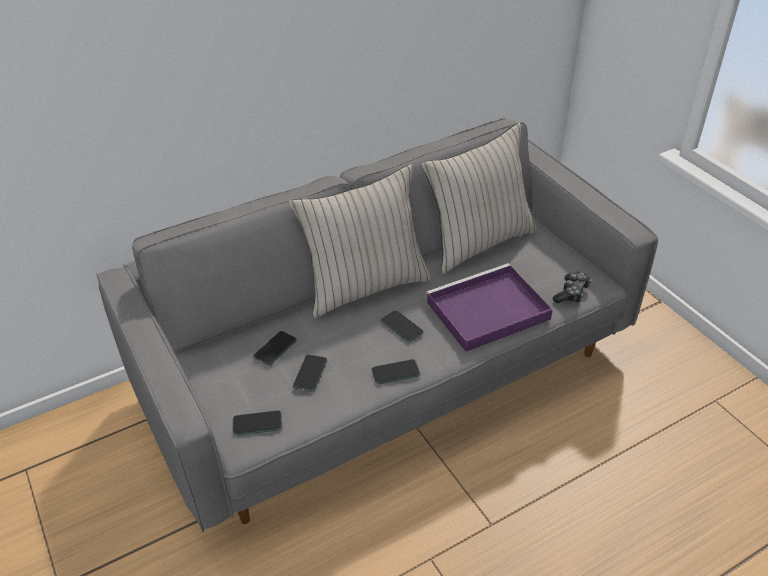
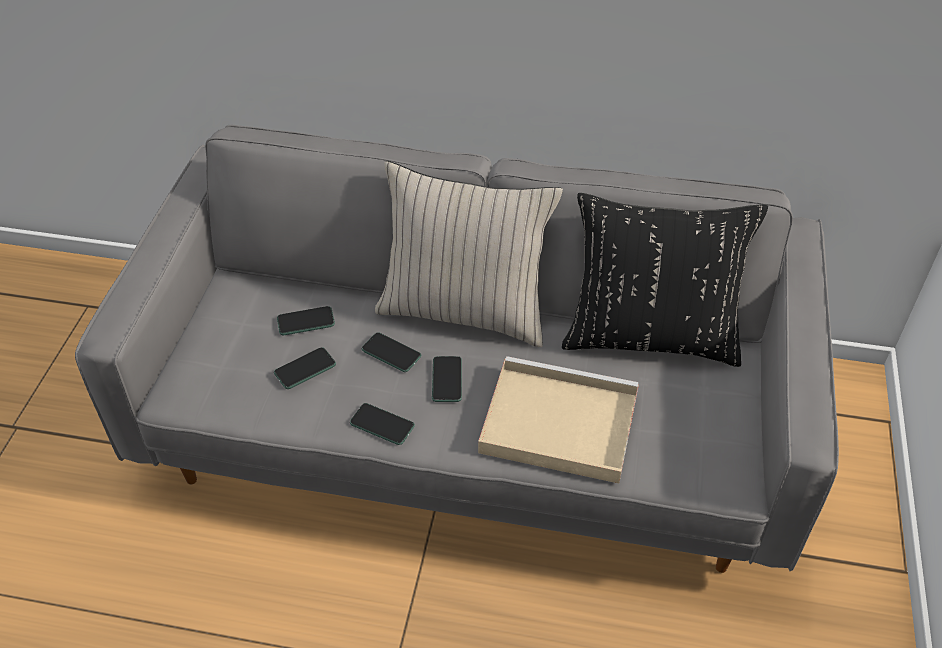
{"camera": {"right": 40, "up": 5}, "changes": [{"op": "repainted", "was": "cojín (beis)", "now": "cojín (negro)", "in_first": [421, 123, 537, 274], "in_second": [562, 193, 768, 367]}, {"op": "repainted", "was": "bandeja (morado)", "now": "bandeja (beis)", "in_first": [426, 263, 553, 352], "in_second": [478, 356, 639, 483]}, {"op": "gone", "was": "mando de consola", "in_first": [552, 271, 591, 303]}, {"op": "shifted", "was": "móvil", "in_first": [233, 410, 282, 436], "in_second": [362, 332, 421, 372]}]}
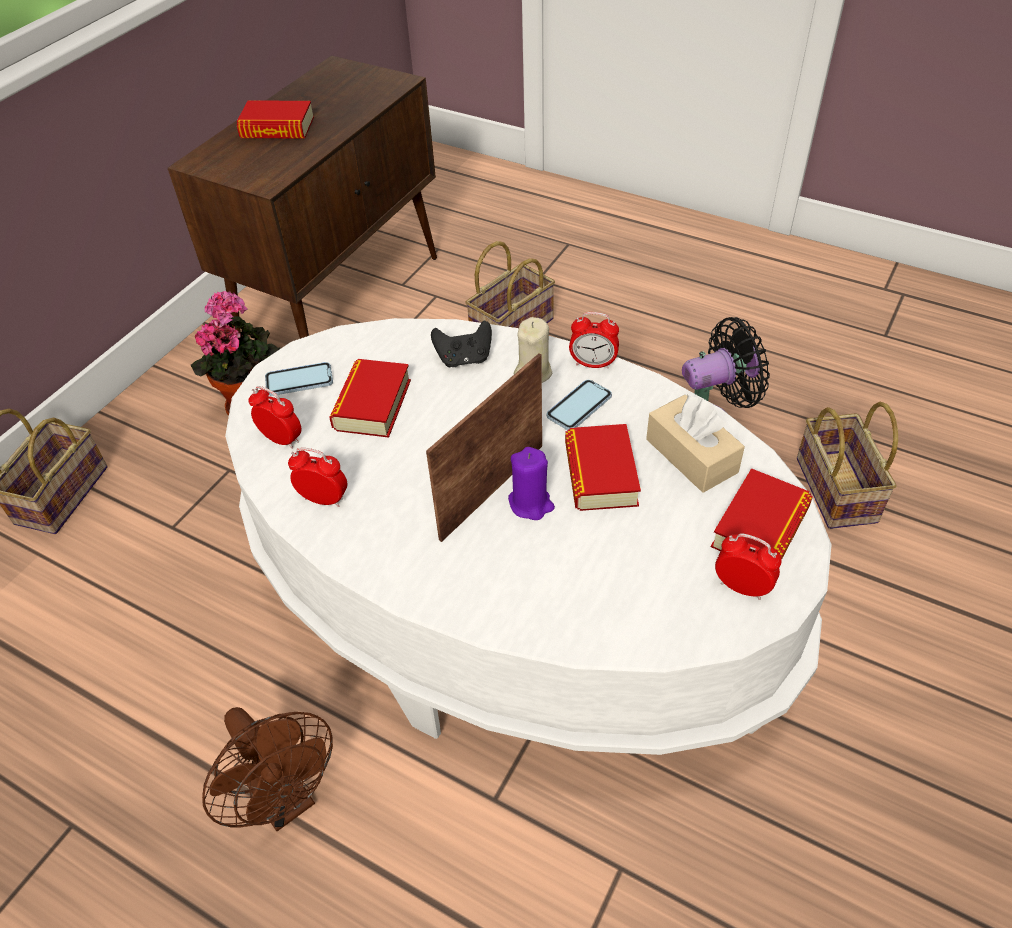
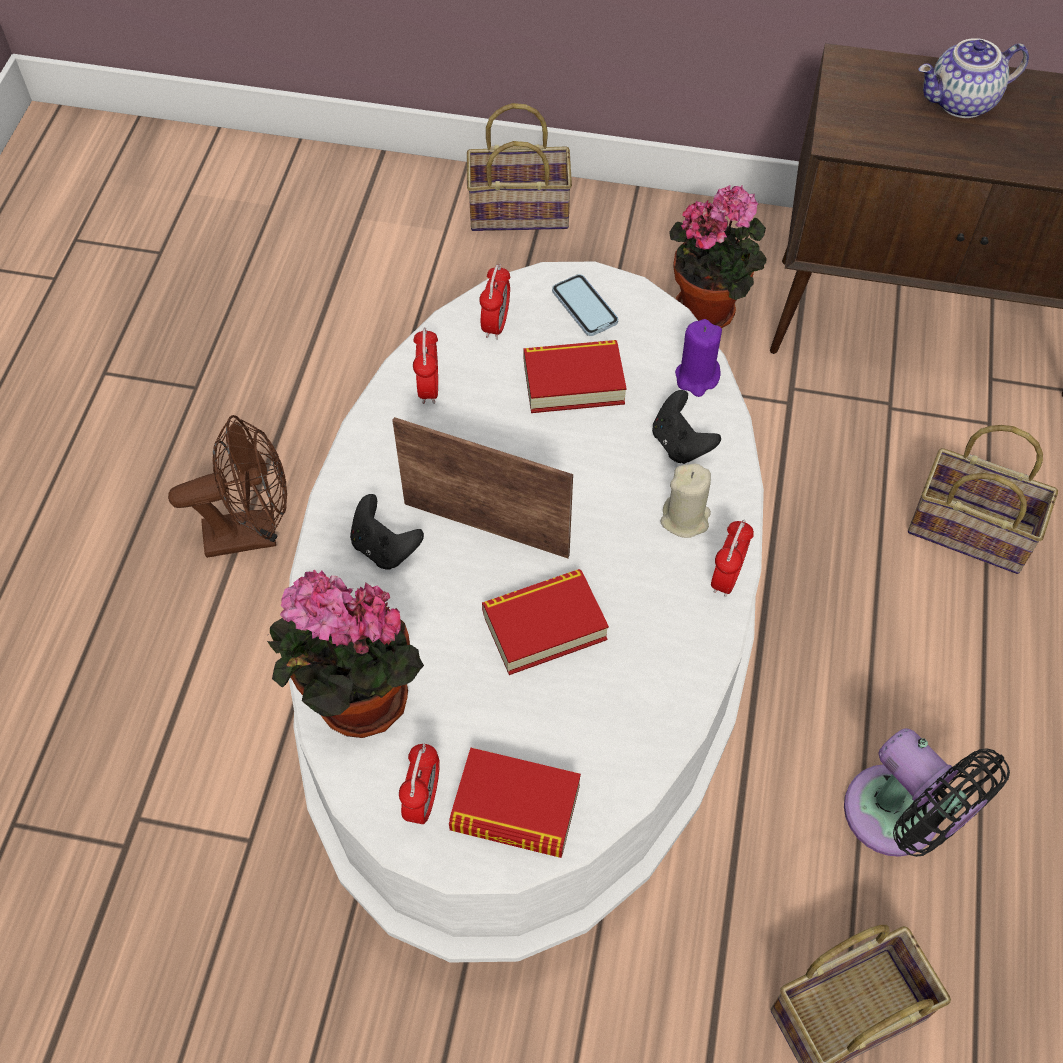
{"camera": {"right": 70, "up": 10}, "changes": [{"op": "swapped", "was": "libro", "now": "tetera", "in_first": [237, 101, 314, 139], "in_second": [918, 38, 1029, 118]}, {"op": "rotated", "was": "despertador", "in_first": [569, 312, 619, 369], "in_second": [711, 520, 754, 597], "clockwise": -150}, {"op": "gone", "was": "móvil", "in_first": [547, 380, 612, 430]}, {"op": "gone", "was": "caja de pañuelos (beis)", "in_first": [646, 394, 745, 493]}, {"op": "shifted", "was": "vela (morado)", "in_first": [508, 447, 555, 520], "in_second": [675, 319, 722, 397]}, {"op": "rotated", "was": "ventilador (marrón)", "in_first": [202, 707, 333, 831], "in_second": [168, 415, 287, 558], "clockwise": -135}, {"op": "new", "now": "mando de consola (negro)", "in_second": [350, 494, 424, 569]}, {"op": "new", "now": "planta en maceta", "in_second": [267, 570, 424, 738]}]}
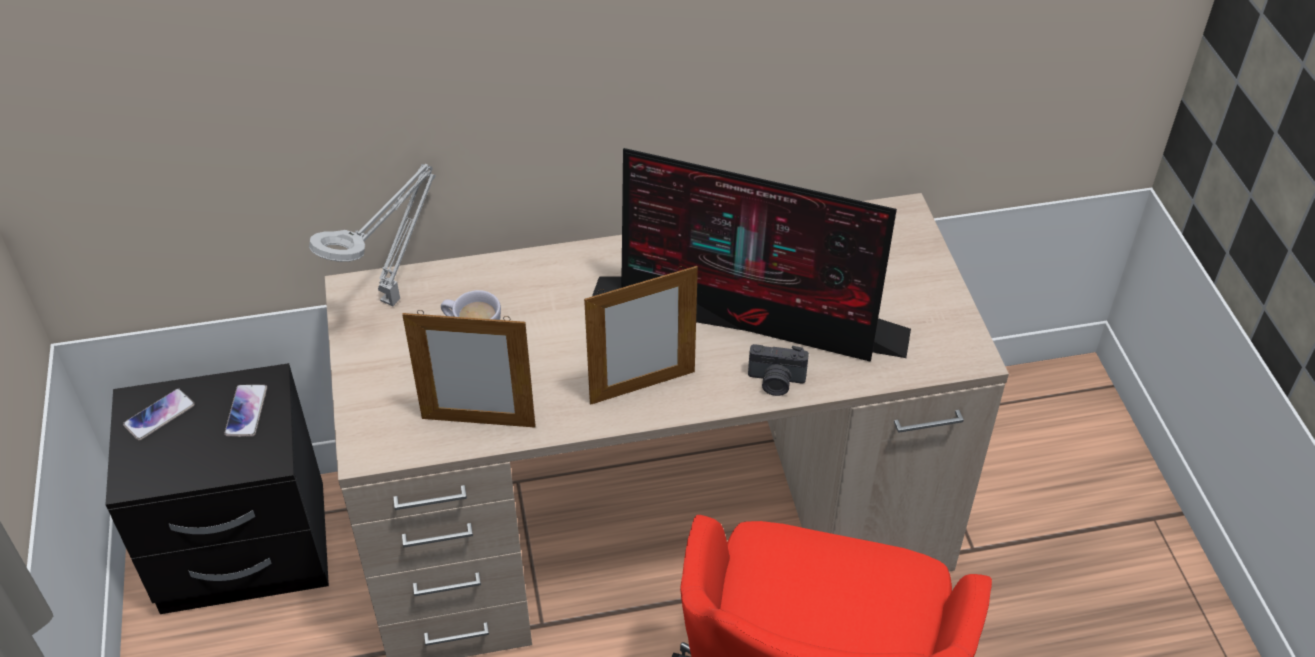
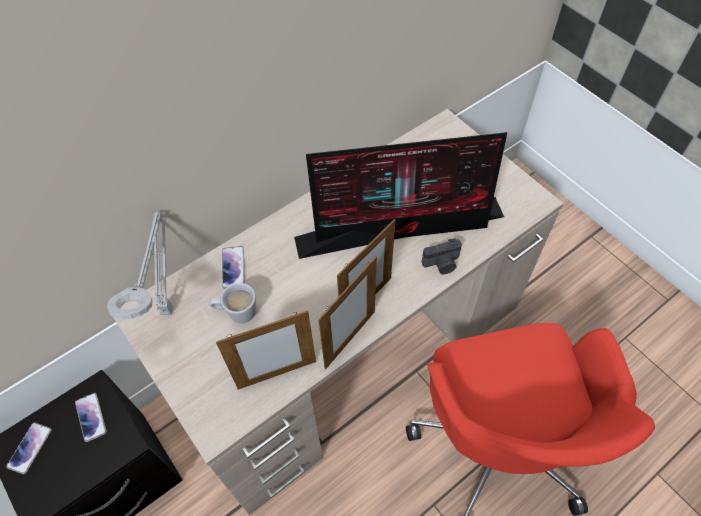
{"camera": {"right": -25, "up": 10}, "changes": [{"op": "new", "now": "móvil", "in_second": [222, 246, 245, 289]}, {"op": "new", "now": "portarretratos", "in_second": [318, 256, 377, 369]}]}
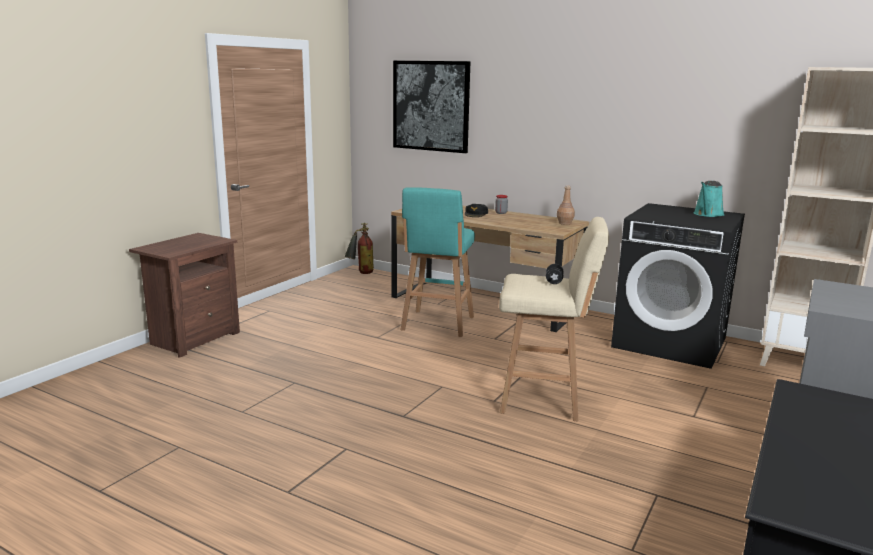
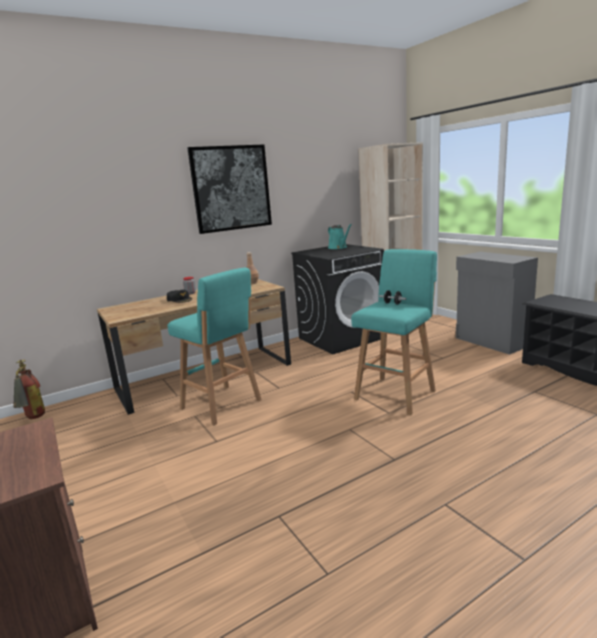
{"camera": {"right": -60, "up": 0}, "changes": [{"op": "shifted", "was": "cuadro", "in_first": [393, 61, 470, 153], "in_second": [187, 144, 272, 234]}, {"op": "repainted", "was": "taburete (beis)", "now": "taburete (turquesa)", "in_first": [499, 217, 609, 422], "in_second": [351, 249, 437, 415]}]}
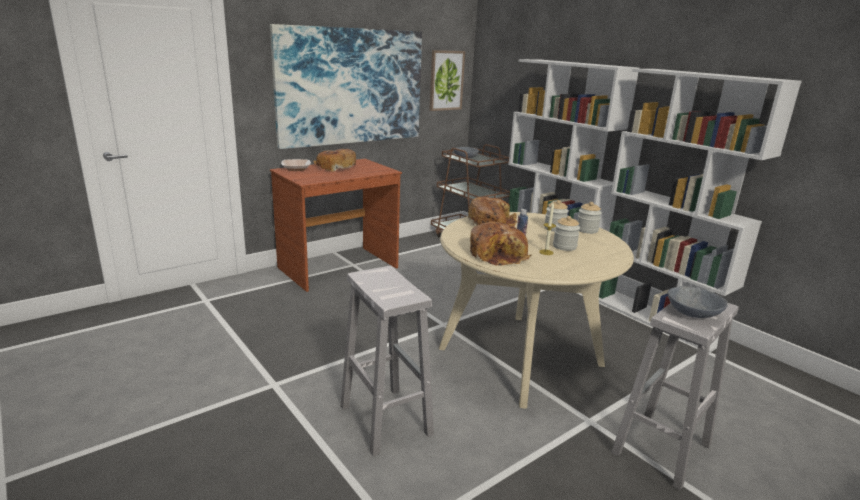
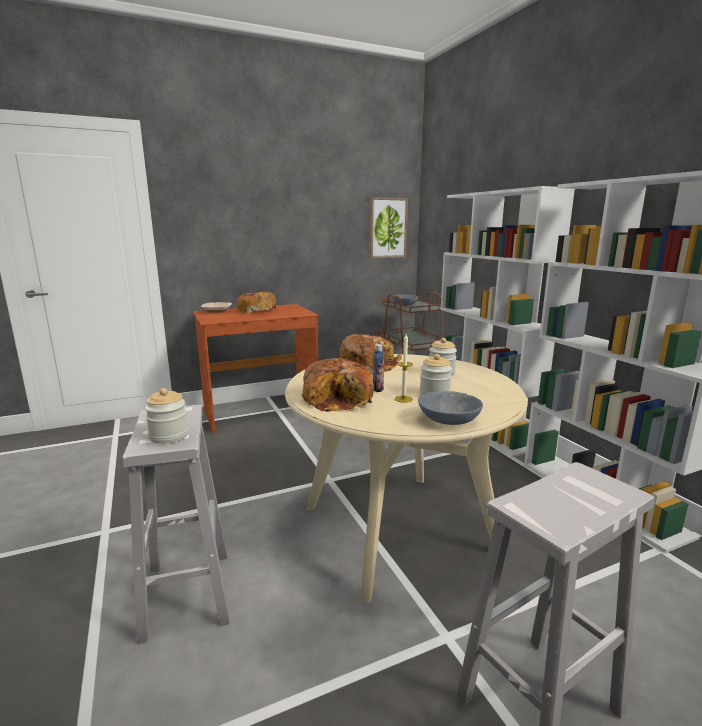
{"camera": {"right": 15, "up": -5}, "changes": [{"op": "gone", "was": "cuadro", "in_first": [270, 24, 422, 149]}, {"op": "shifted", "was": "tarro", "in_first": [578, 202, 602, 234], "in_second": [144, 388, 188, 444]}, {"op": "shifted", "was": "cuenco (gris)", "in_first": [668, 286, 728, 318], "in_second": [418, 391, 483, 425]}]}
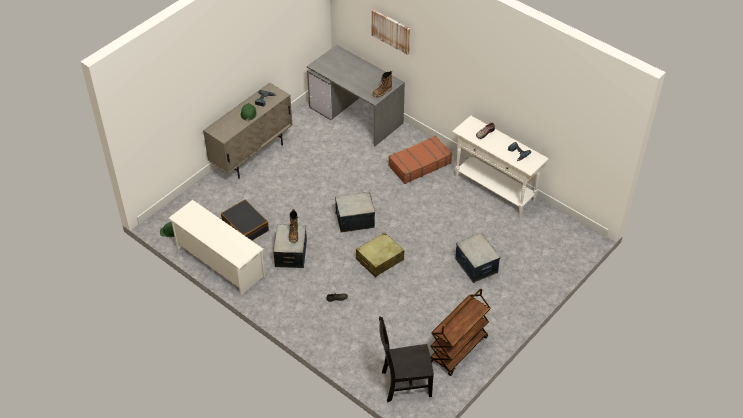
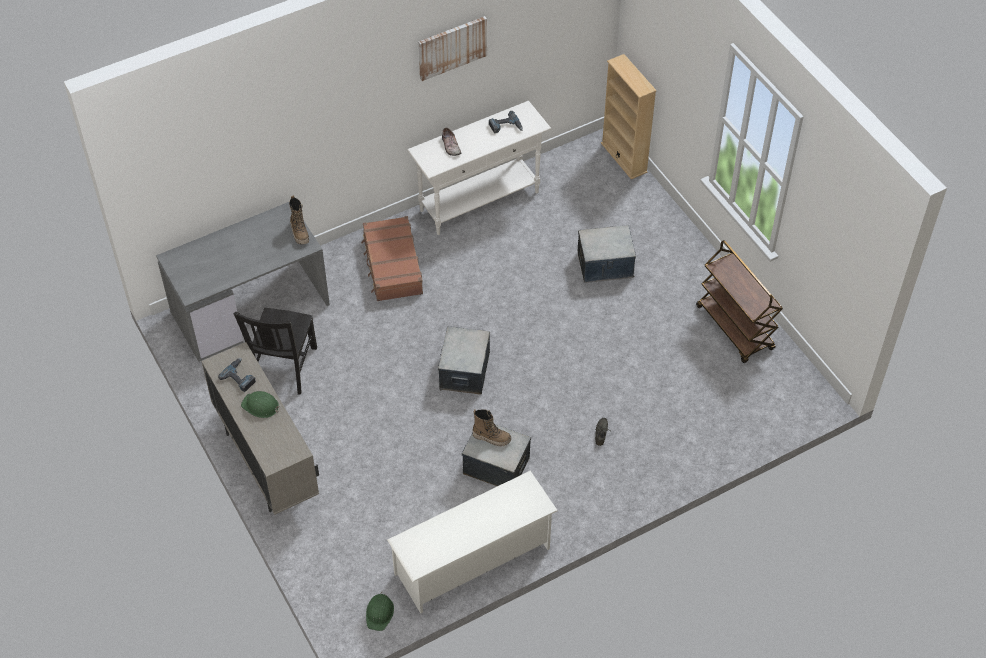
{"camera": {"right": -70, "up": 5}, "changes": [{"op": "shifted", "was": "cuadro", "in_first": [371, 9, 410, 55], "in_second": [418, 16, 487, 81]}, {"op": "gone", "was": "maleta (negro)", "in_first": [221, 200, 269, 240]}, {"op": "gone", "was": "maleta (beis)", "in_first": [356, 232, 404, 277]}, {"op": "shifted", "was": "silla (negro)", "in_first": [379, 316, 434, 402], "in_second": [234, 308, 317, 395]}, {"op": "new", "now": "estantería (beis)", "in_second": [601, 54, 657, 179]}]}
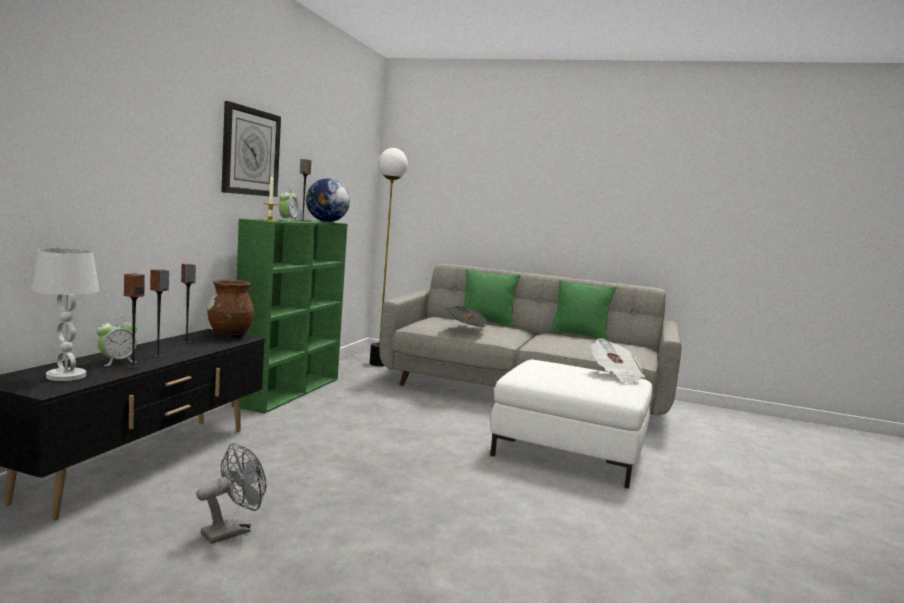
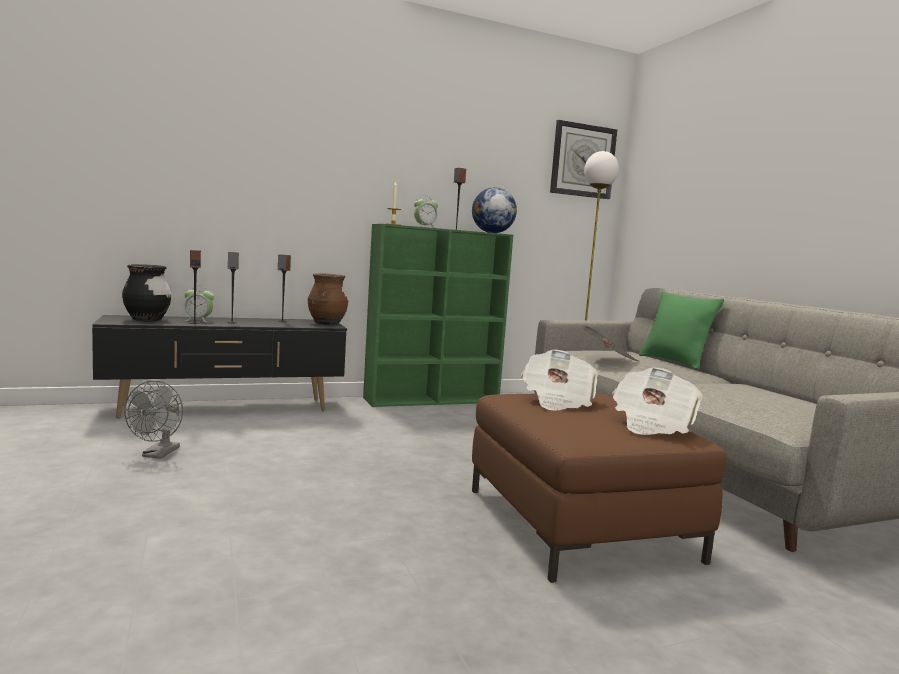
{"camera": {"right": 50, "up": 0}, "changes": [{"op": "shifted", "was": "reloj de pared", "in_first": [221, 101, 281, 197], "in_second": [550, 120, 617, 199]}, {"op": "swapped", "was": "lámpara de mesa (blanco)", "now": "florero (negro)", "in_first": [31, 249, 99, 381], "in_second": [122, 264, 171, 322]}, {"op": "gone", "was": "cojín (verde)", "in_first": [549, 280, 617, 340]}, {"op": "repainted", "was": "puf (blanco)", "now": "puf (marrón)", "in_first": [490, 360, 653, 489], "in_second": [472, 394, 726, 583]}, {"op": "rotated", "was": "ventilador (gris)", "in_first": [196, 443, 266, 544], "in_second": [125, 380, 183, 459], "clockwise": 90}, {"op": "new", "now": "periódico", "in_second": [521, 350, 598, 410]}]}
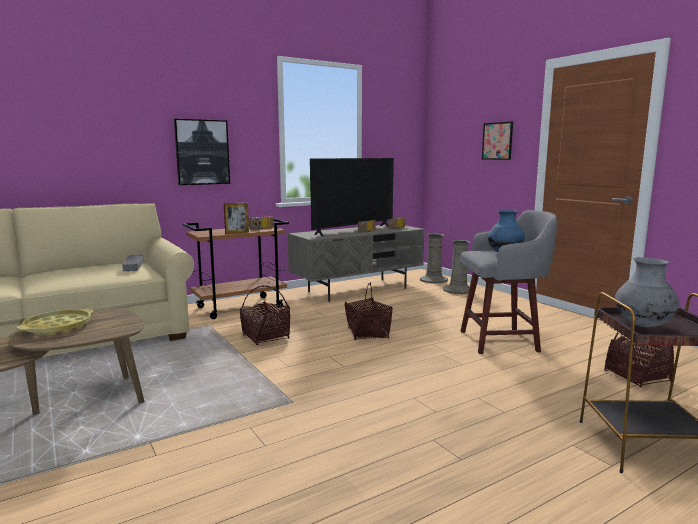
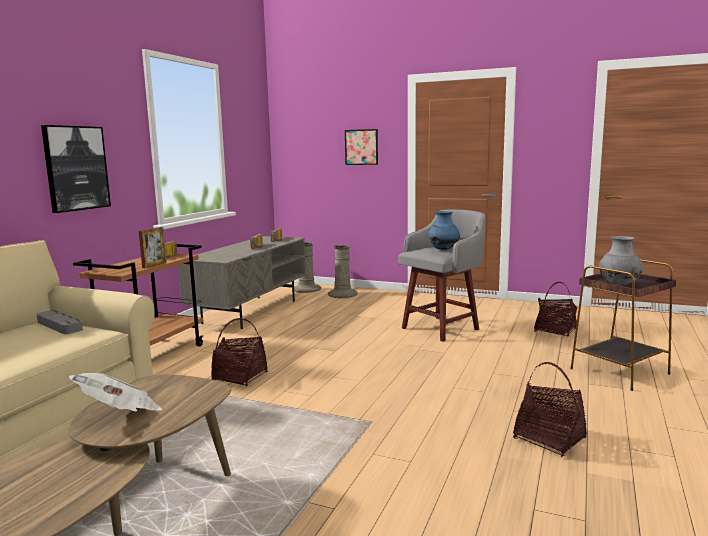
{"camera": {"right": -35, "up": 0}, "changes": [{"op": "gone", "was": "televisor", "in_first": [310, 158, 394, 236]}, {"op": "shifted", "was": "cesta", "in_first": [345, 283, 393, 340], "in_second": [513, 362, 587, 457]}, {"op": "swapped", "was": "bandeja (amarillo)", "now": "periódico", "in_first": [17, 309, 94, 335], "in_second": [69, 373, 162, 411]}]}
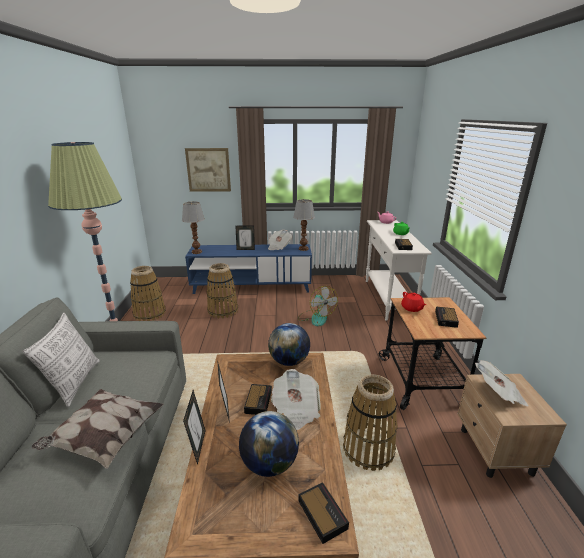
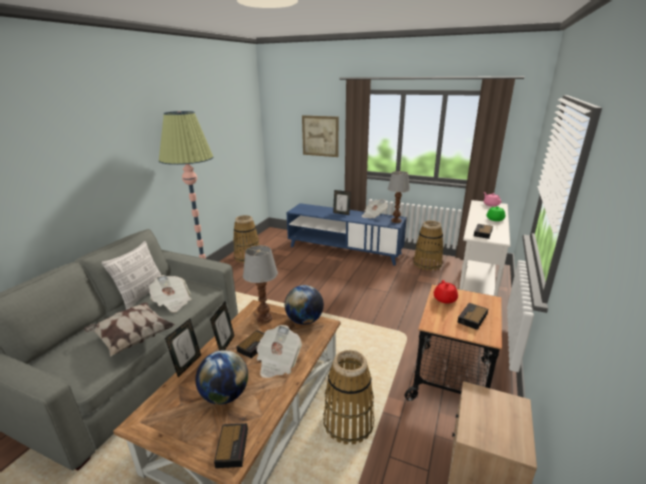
{"camera": {"right": 25, "up": 0}, "changes": [{"op": "shifted", "was": "lámpara de mesa", "in_first": [182, 201, 205, 254], "in_second": [243, 245, 278, 324]}, {"op": "shifted", "was": "cesta", "in_first": [207, 263, 238, 319], "in_second": [413, 220, 443, 271]}, {"op": "gone", "was": "ventilador", "in_first": [298, 286, 338, 326]}, {"op": "shifted", "was": "periódico", "in_first": [475, 360, 529, 407], "in_second": [149, 275, 192, 312]}]}
